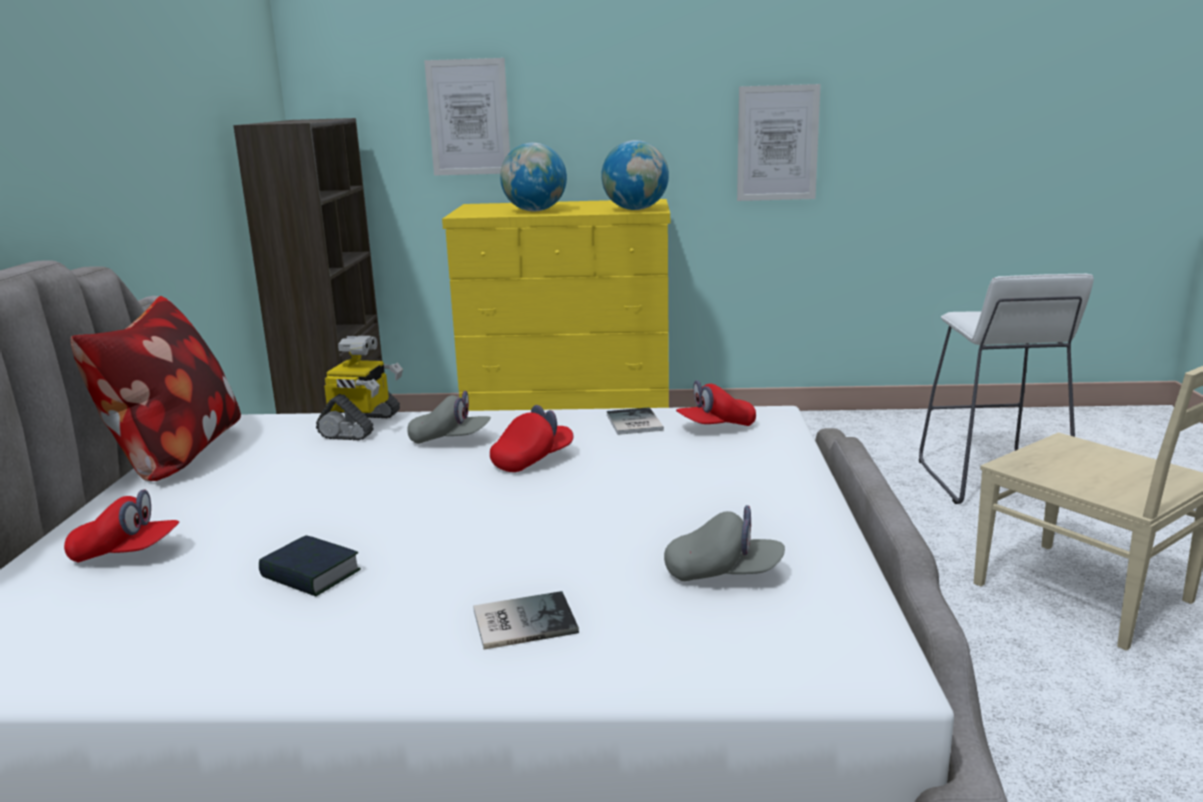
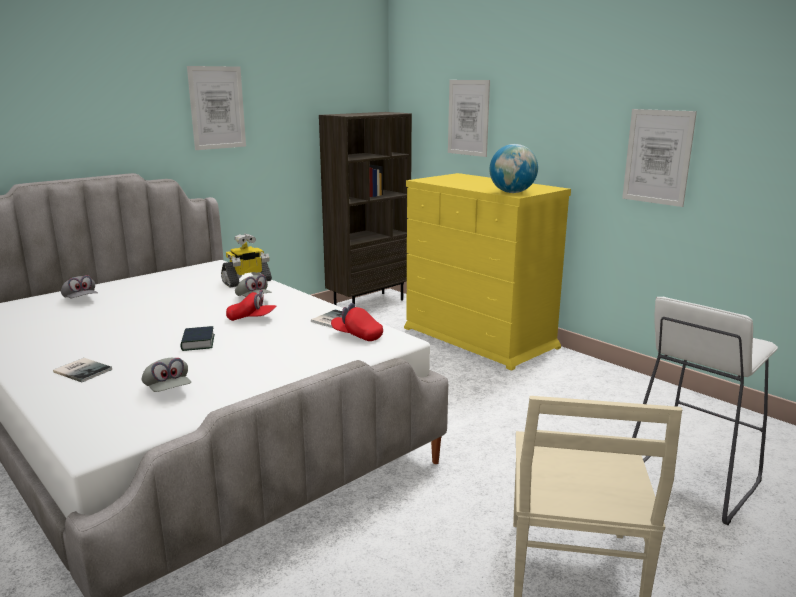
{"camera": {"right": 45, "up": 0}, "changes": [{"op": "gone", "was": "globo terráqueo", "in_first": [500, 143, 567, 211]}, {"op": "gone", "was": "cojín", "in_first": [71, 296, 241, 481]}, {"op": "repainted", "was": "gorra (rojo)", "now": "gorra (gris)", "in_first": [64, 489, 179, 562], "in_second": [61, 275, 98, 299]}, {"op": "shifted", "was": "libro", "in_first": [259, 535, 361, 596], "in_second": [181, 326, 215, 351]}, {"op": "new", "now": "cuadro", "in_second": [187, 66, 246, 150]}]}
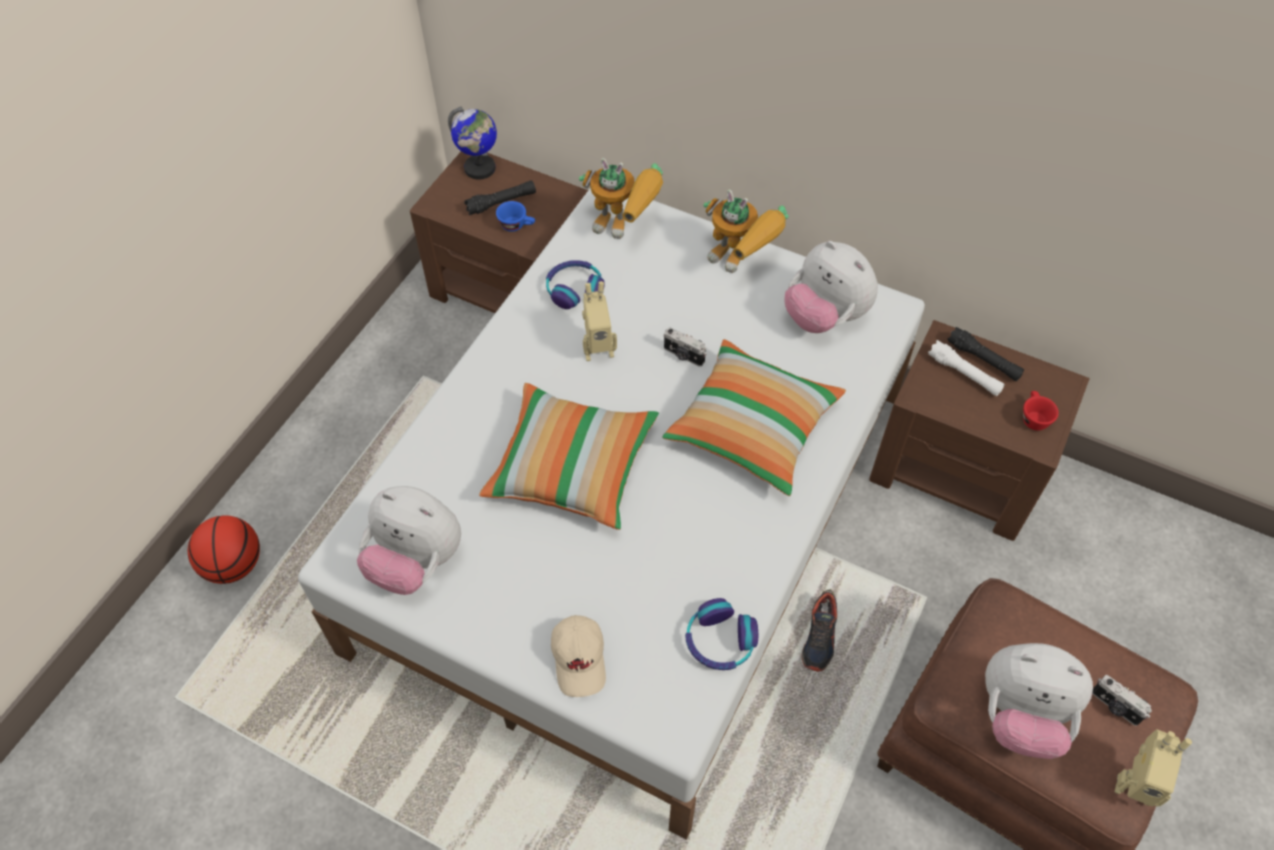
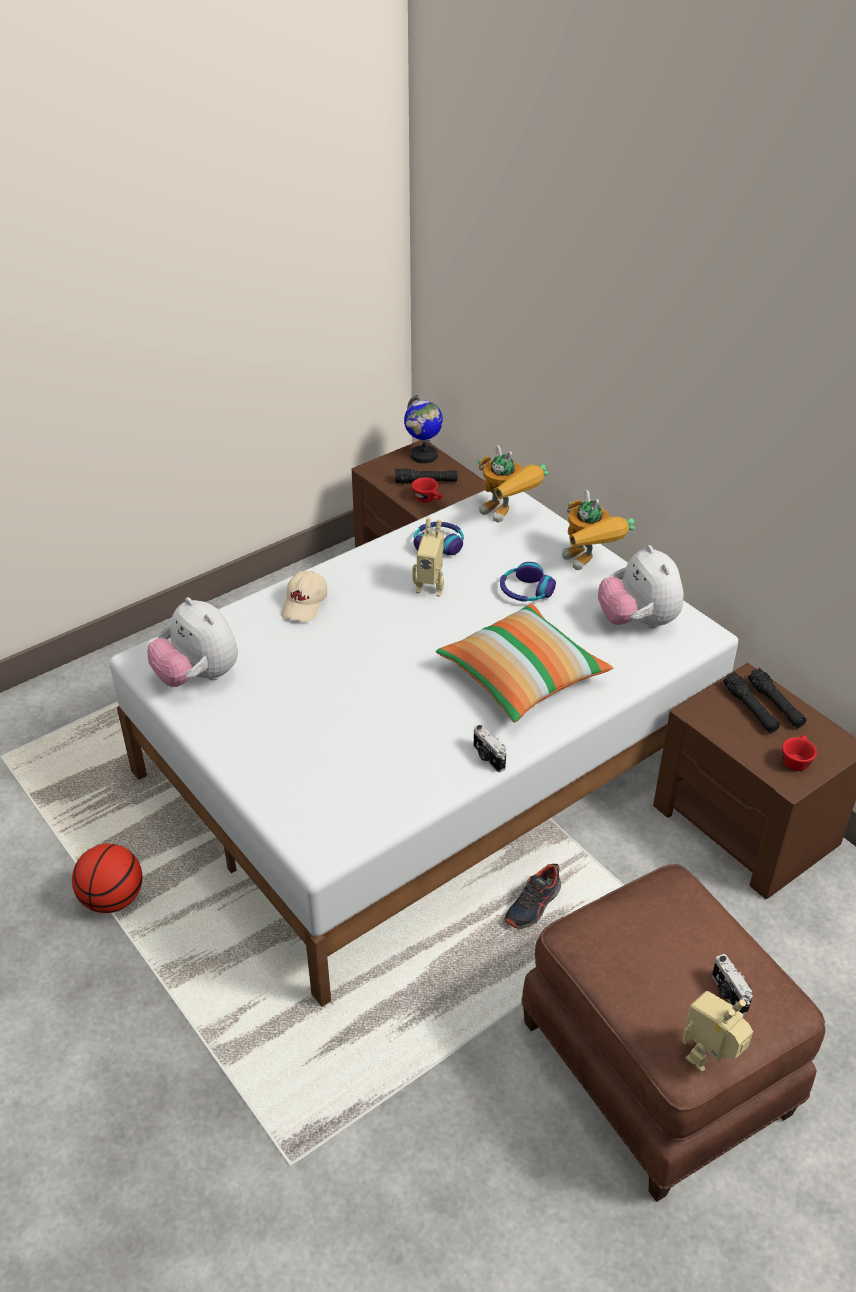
{"camera": {"right": 25, "up": -15}, "changes": [{"op": "repainted", "was": "taza (azul)", "now": "taza (rojo)", "in_first": [496, 201, 535, 232], "in_second": [412, 477, 442, 502]}, {"op": "shifted", "was": "cámara", "in_first": [664, 327, 706, 367], "in_second": [473, 724, 506, 772]}, {"op": "repainted", "was": "linterna (blanco)", "now": "linterna (negro)", "in_first": [928, 340, 1005, 396], "in_second": [723, 672, 780, 733]}, {"op": "gone", "was": "cojín", "in_first": [479, 383, 659, 530]}, {"op": "shifted", "was": "balón de baloncesto", "in_first": [188, 515, 260, 584], "in_second": [72, 844, 142, 913]}, {"op": "shifted", "was": "auriculares", "in_first": [685, 598, 758, 670], "in_second": [500, 562, 556, 602]}, {"op": "shifted", "was": "gorra (beis)", "in_first": [551, 615, 606, 697], "in_second": [281, 571, 327, 622]}, {"op": "gone", "was": "peluche", "in_first": [985, 643, 1093, 759]}, {"op": "rotated", "was": "robot de juguete", "in_first": [1115, 729, 1192, 807], "in_second": [682, 991, 753, 1072], "clockwise": 90}]}
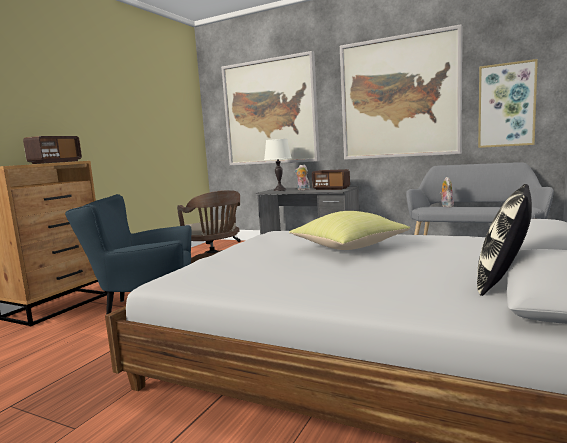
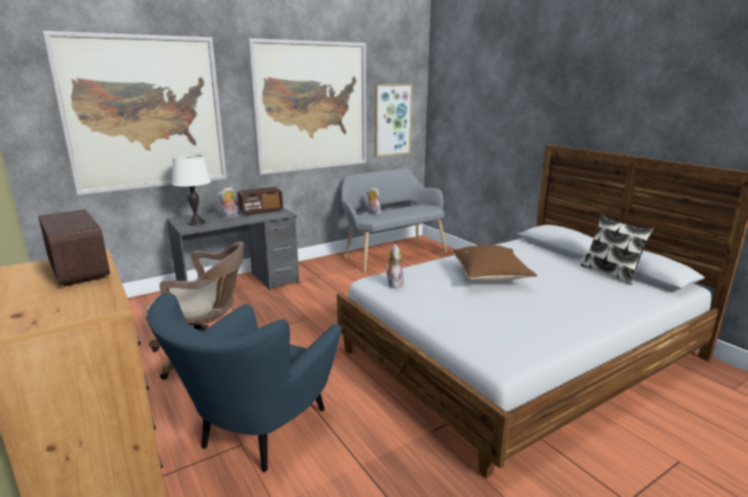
{"camera": {"right": -60, "up": 10}, "changes": [{"op": "repainted", "was": "cojín (amarillo)", "now": "cojín (marrón)", "in_first": [289, 211, 410, 250], "in_second": [453, 245, 537, 282]}, {"op": "new", "now": "peluche", "in_second": [385, 244, 404, 289]}]}
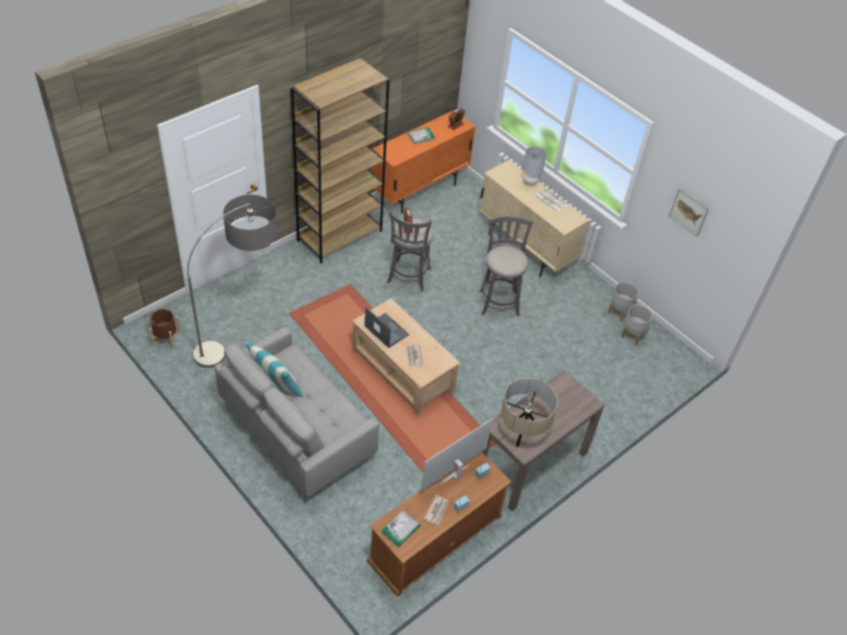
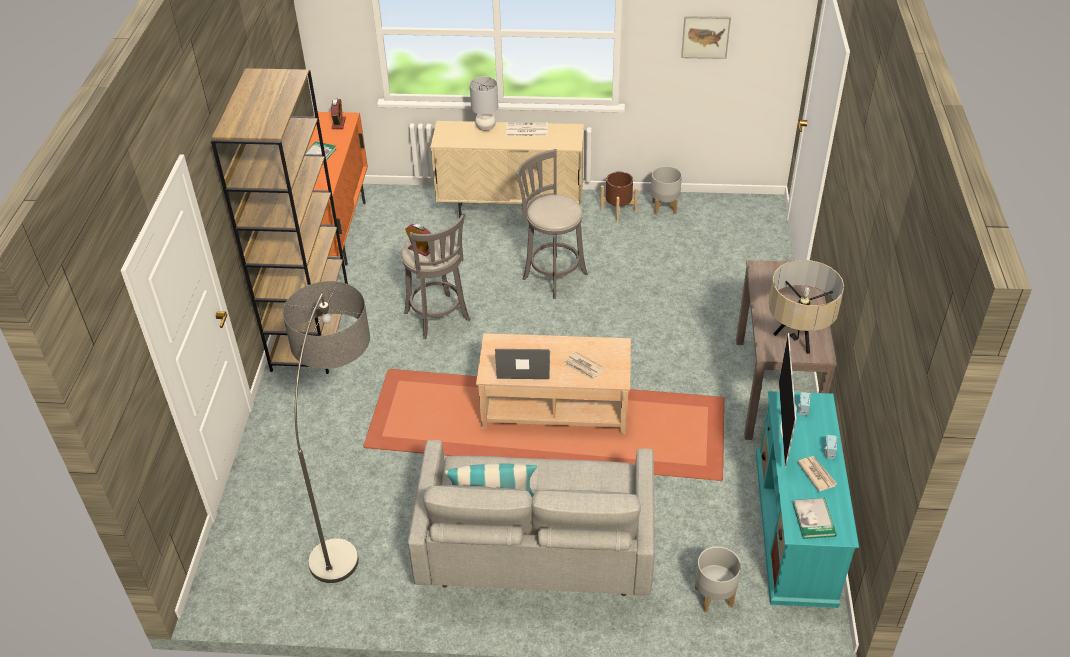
{"camera": {"right": -40, "up": -5}, "changes": [{"op": "shifted", "was": "maceta (gris)", "in_first": [621, 305, 653, 345], "in_second": [695, 546, 741, 613]}, {"op": "shifted", "was": "maceta (marrón)", "in_first": [149, 309, 181, 349], "in_second": [600, 171, 638, 221]}, {"op": "repainted", "was": "mueble de televisión (marrón)", "now": "mueble de televisión (turquesa)", "in_first": [367, 452, 511, 597], "in_second": [756, 391, 859, 608]}]}
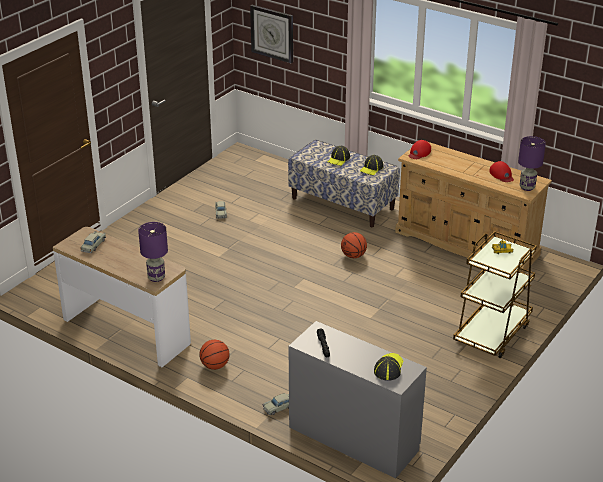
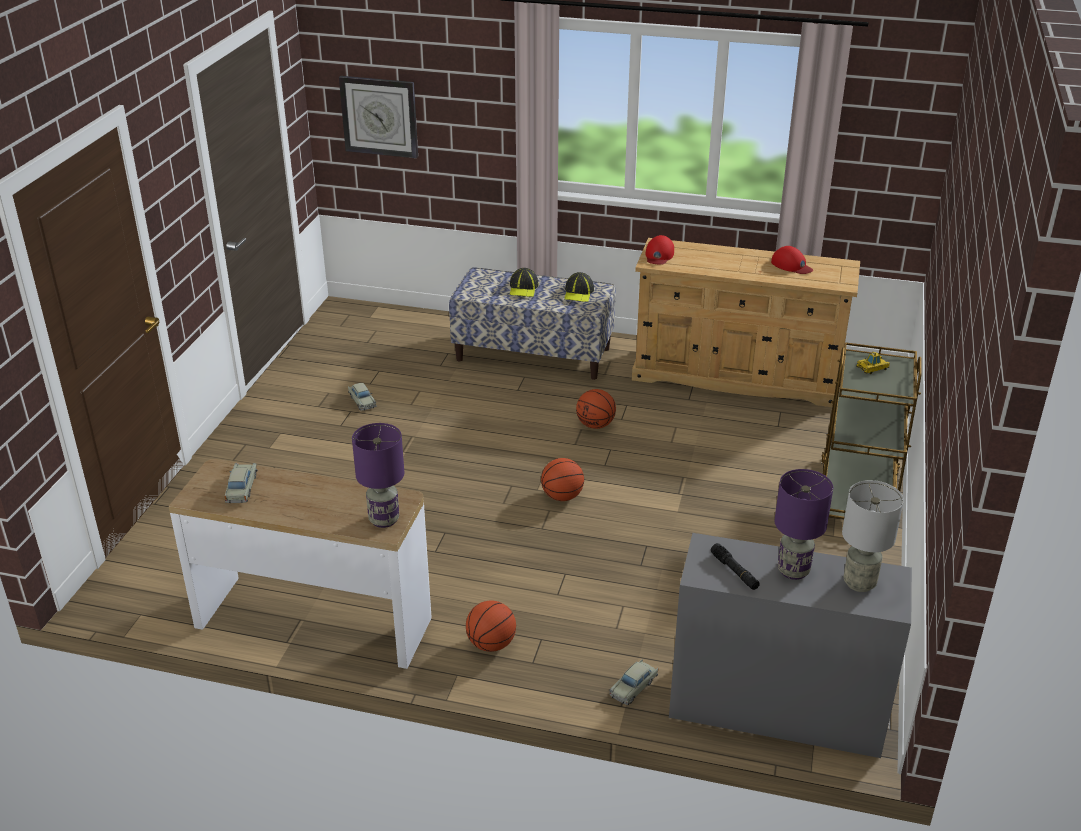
{"camera": {"right": -20, "up": 0}, "changes": [{"op": "shifted", "was": "lámpara de mesa (morado)", "in_first": [518, 136, 546, 191], "in_second": [775, 469, 833, 580]}, {"op": "swapped", "was": "gorra", "now": "lámpara de mesa (gris)", "in_first": [374, 353, 404, 381], "in_second": [842, 480, 904, 592]}, {"op": "new", "now": "balón de baloncesto", "in_second": [541, 458, 584, 501]}]}
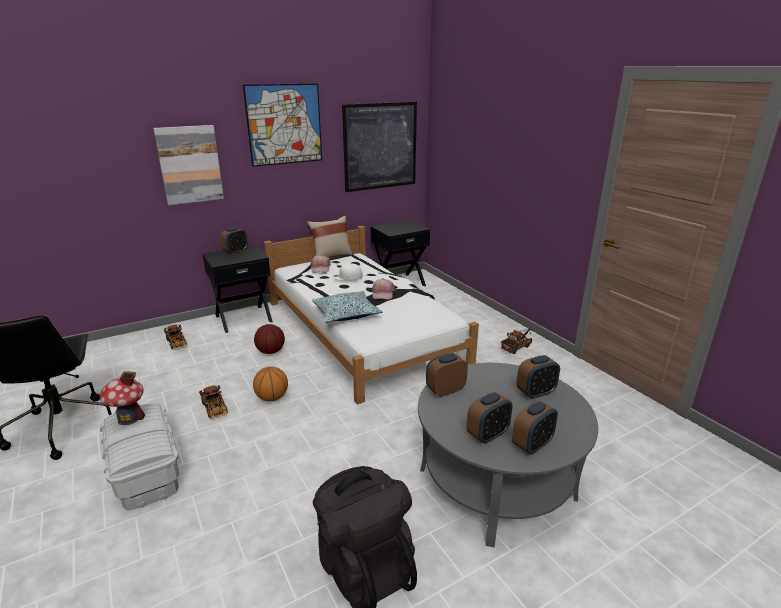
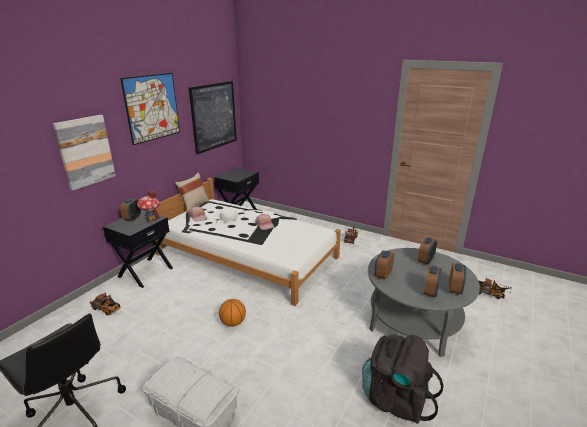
{"camera": {"right": -30, "up": 0}, "changes": [{"op": "gone", "was": "cojín", "in_first": [312, 291, 382, 323]}, {"op": "gone", "was": "balón de baloncesto", "in_first": [254, 324, 285, 354]}, {"op": "shifted", "was": "casita", "in_first": [100, 371, 145, 425], "in_second": [137, 191, 160, 222]}, {"op": "shifted", "was": "camión de juguete", "in_first": [199, 385, 228, 419], "in_second": [479, 278, 512, 299]}]}
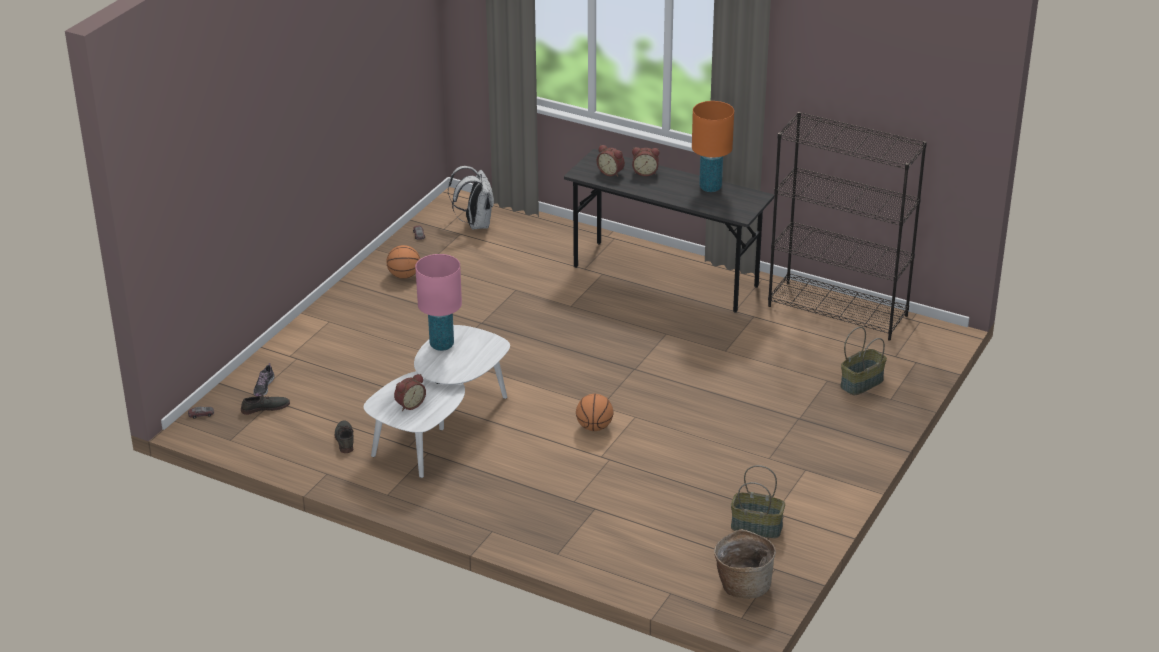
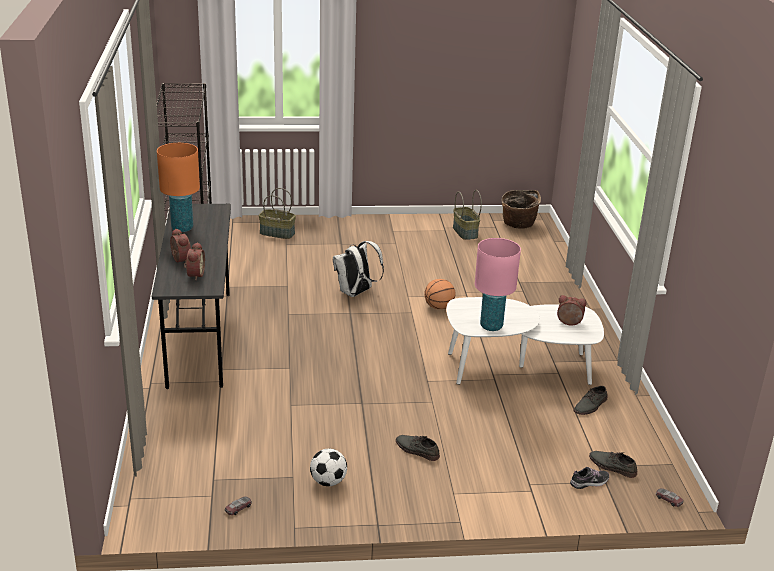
{"camera": {"right": -125, "up": -5}, "changes": [{"op": "shifted", "was": "mochila (blanco)", "in_first": [448, 166, 494, 229], "in_second": [333, 241, 384, 297]}, {"op": "swapped", "was": "balón de baloncesto", "now": "balón de fútbol", "in_first": [386, 245, 420, 279], "in_second": [310, 449, 347, 486]}, {"op": "new", "now": "zapato (gris)", "in_second": [396, 435, 440, 461]}]}
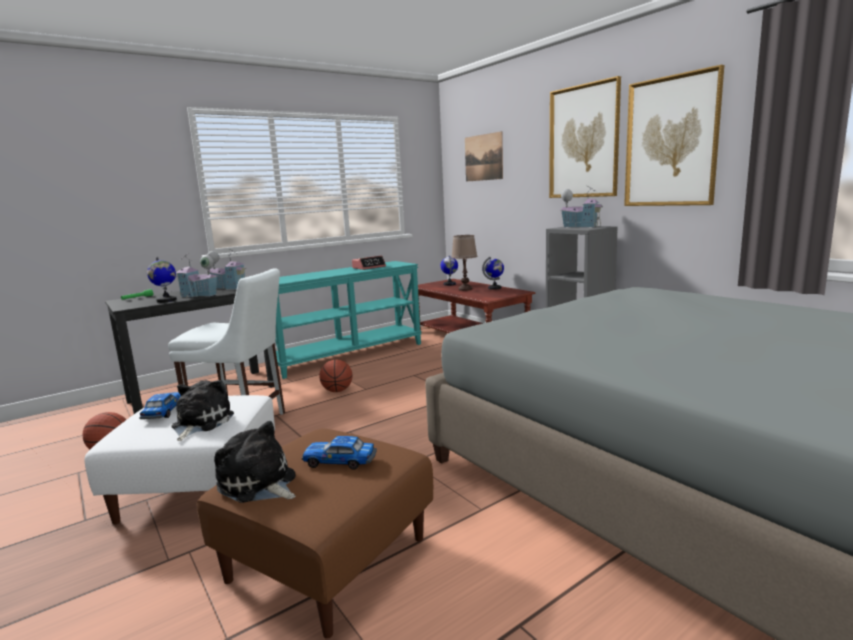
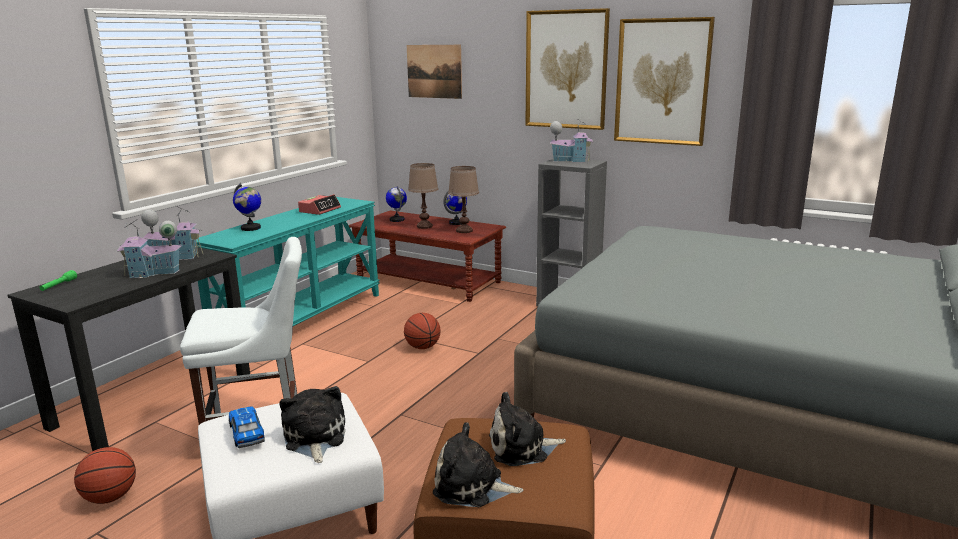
{"camera": {"right": -25, "up": 5}, "changes": [{"op": "shifted", "was": "globo terráqueo", "in_first": [147, 257, 177, 303], "in_second": [233, 183, 261, 231]}, {"op": "shifted", "was": "balón de baloncesto", "in_first": [319, 360, 353, 392], "in_second": [404, 313, 441, 349]}, {"op": "swapped", "was": "coche de juguete", "now": "peluche", "in_first": [302, 436, 377, 470], "in_second": [489, 392, 566, 466]}, {"op": "new", "now": "lámpara de mesa (marrón)", "in_second": [448, 166, 479, 233]}]}
